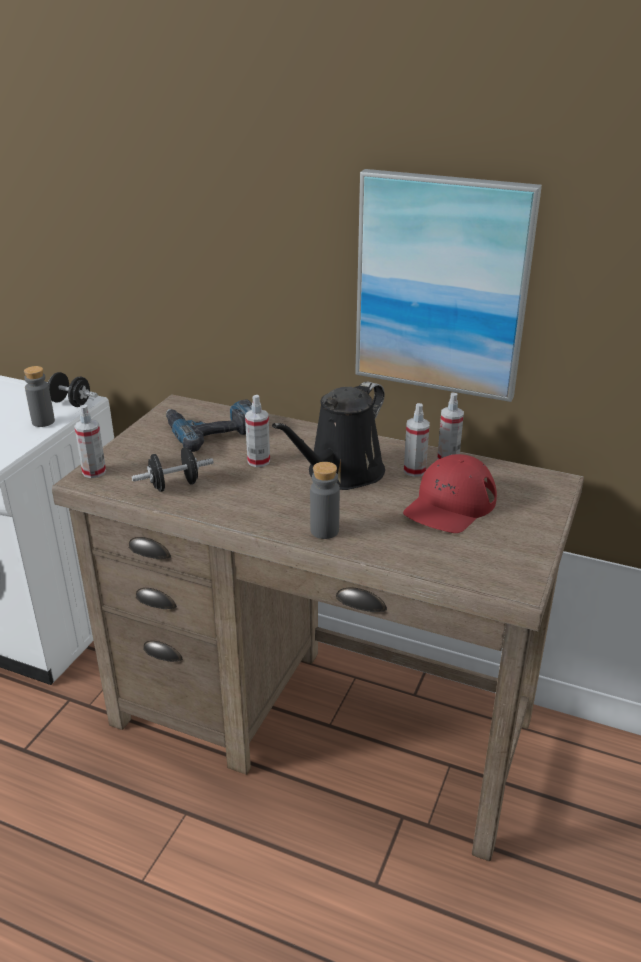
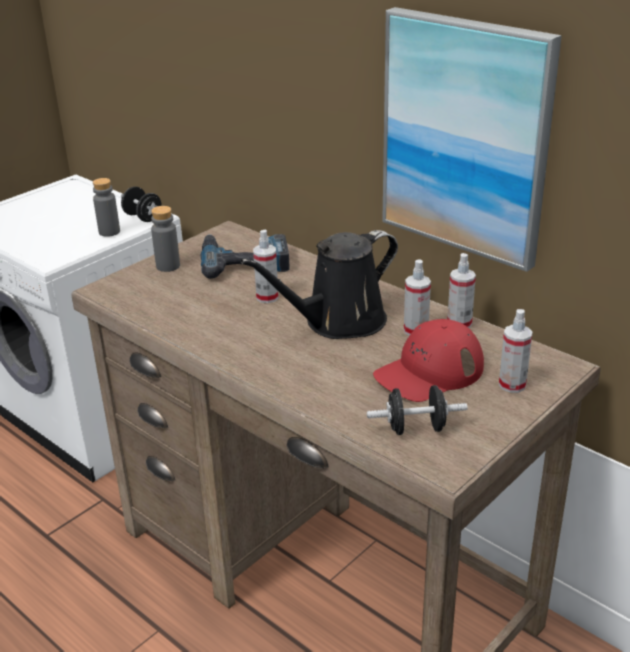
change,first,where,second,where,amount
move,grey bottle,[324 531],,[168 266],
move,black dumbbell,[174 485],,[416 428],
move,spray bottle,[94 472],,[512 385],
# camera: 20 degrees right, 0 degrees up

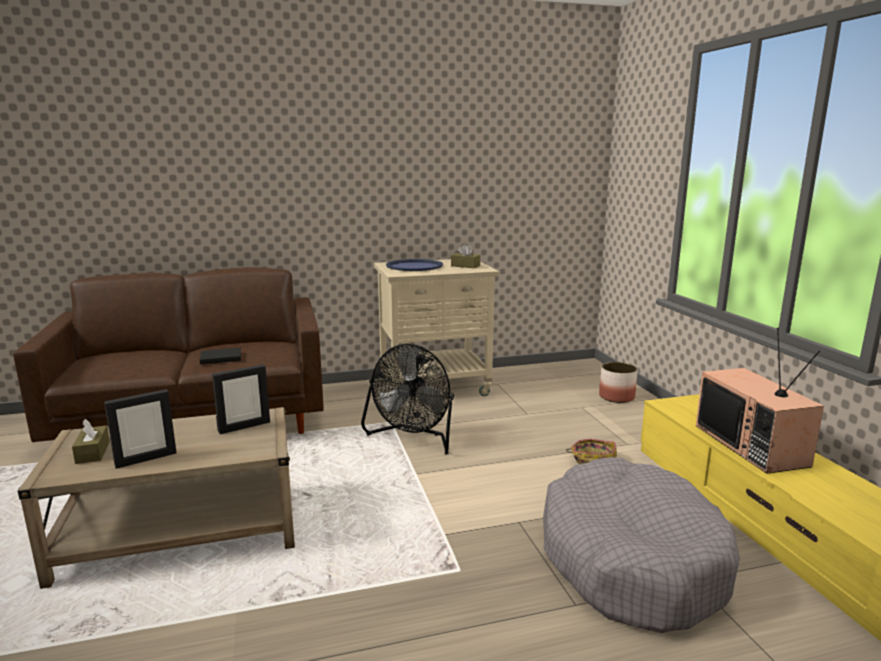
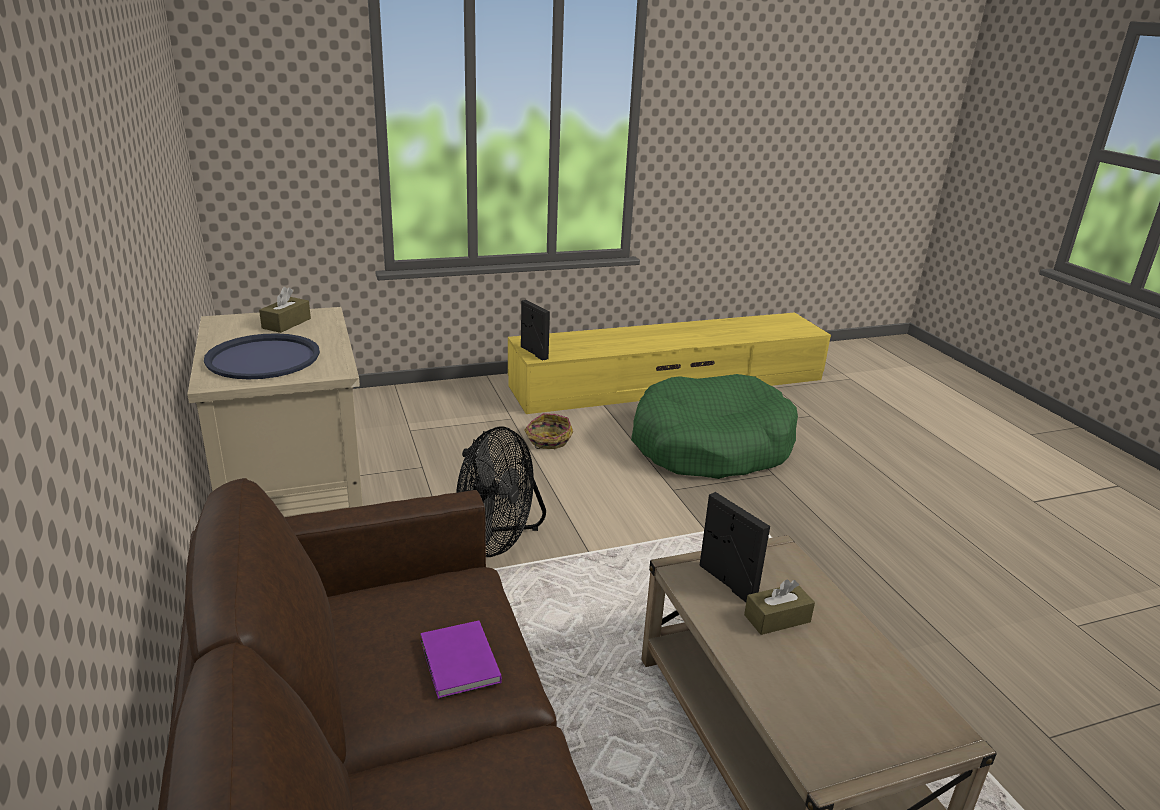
change,first,where,second,where,amount
recolor,black book,[220 358],purple book,[459 663],
move,picture frame,[146 459],,[533 353],
recolor,grey dog bed,[630 560],green dog bed,[710 446],
move,brown tissue box,[93 452],,[777 618],
delete,planter,[616 397],,,
delete,television,[753 445],,,
# camera: 95 degrees left, 10 degrees up

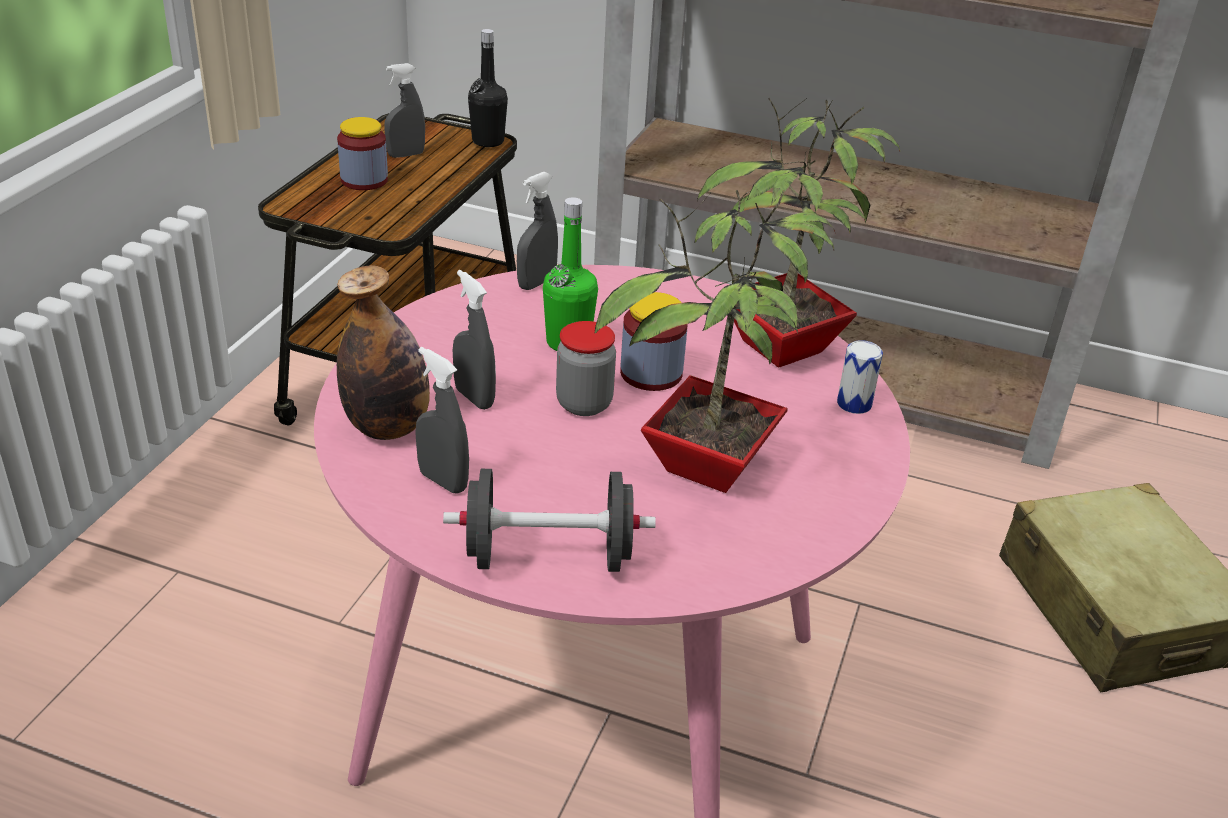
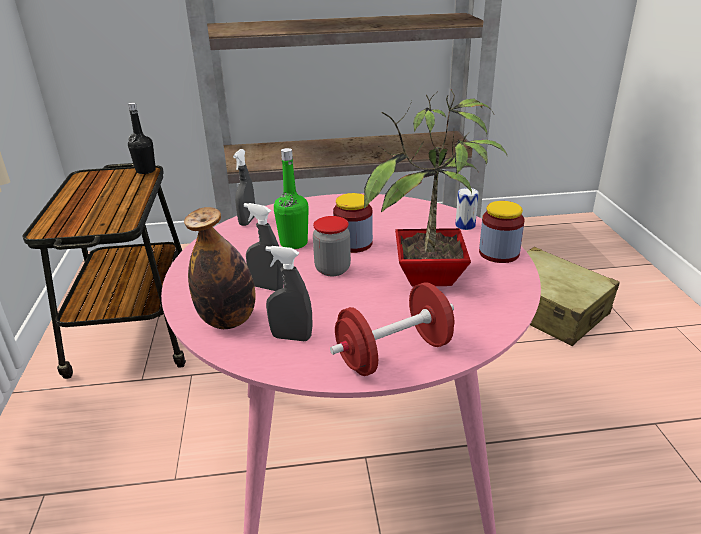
change,first,where,second,where,amount
recolor,black dumbbell,[548 557],red dumbbell,[394 354],
move,jar,[364 180],,[499 253],
delete,grey spray bottle,[406 155],,,
delete,potted plant,[777 349],,,
# camera: 25 degrees left, 5 degrees down

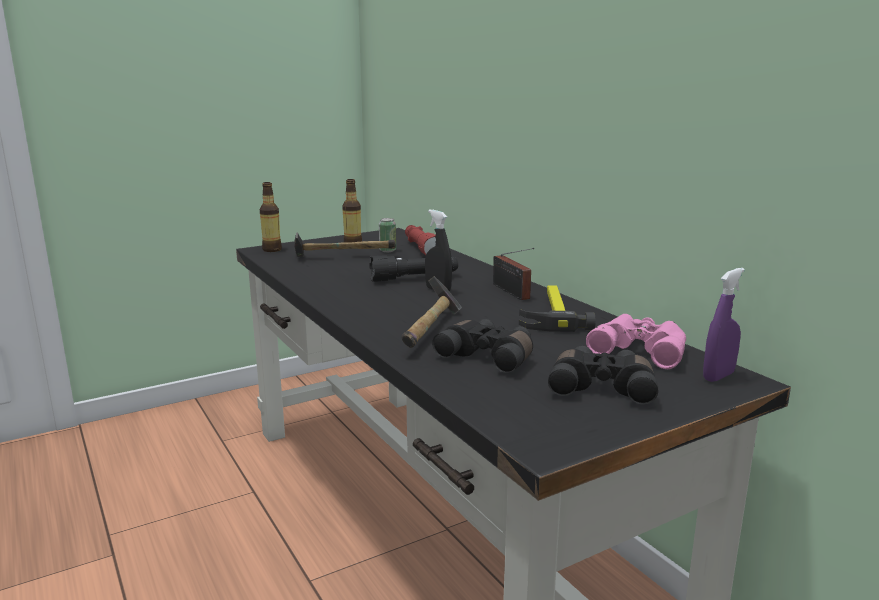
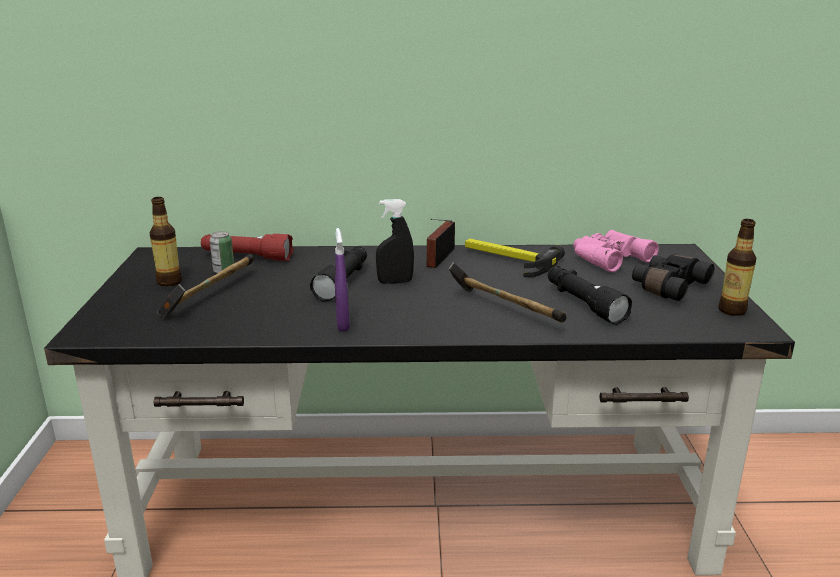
change,first,where,second,where,amount
move,purple spray bottle,[718 376],,[342 324],
rotate,radio,[512 292],,[439 258],105 degrees clockwise
replace,black binoculars,[489 356],black flashlight,[583 304],
move,bottle,[272 250],,[732 310],
# camera: 60 degrees left, 5 degrees up

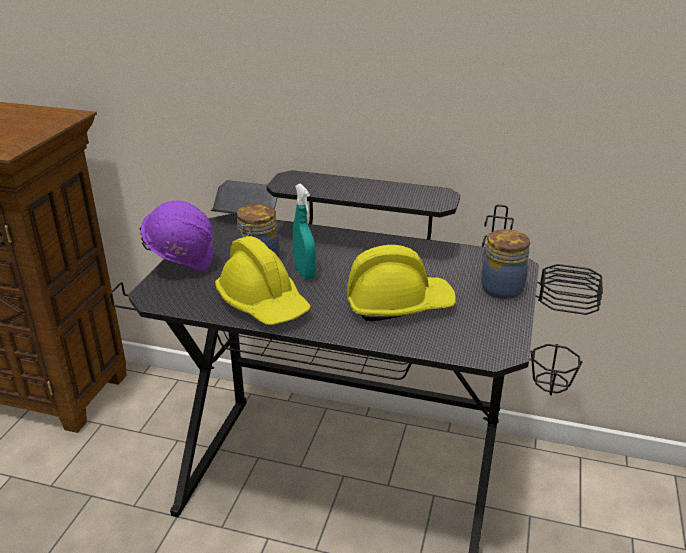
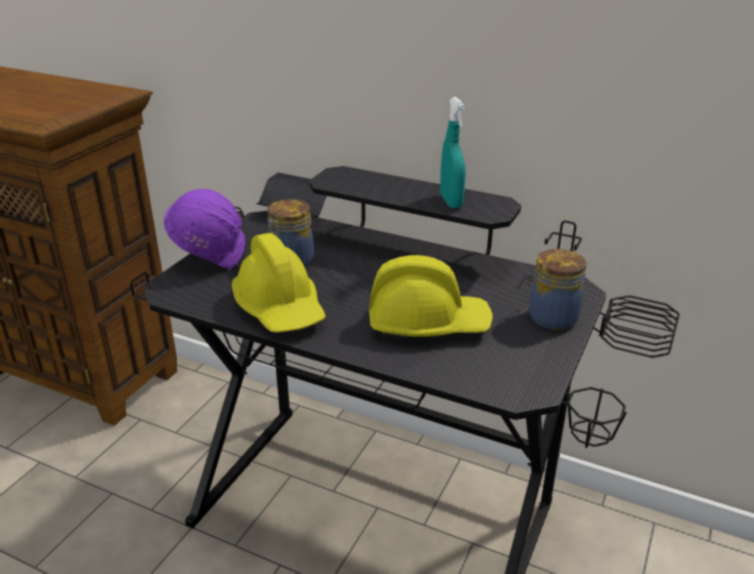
change,first,where,second,where,amount
move,turquoise spray bottle,[304 273],,[451 202],
# camera: 10 degrees right, 0 degrees up

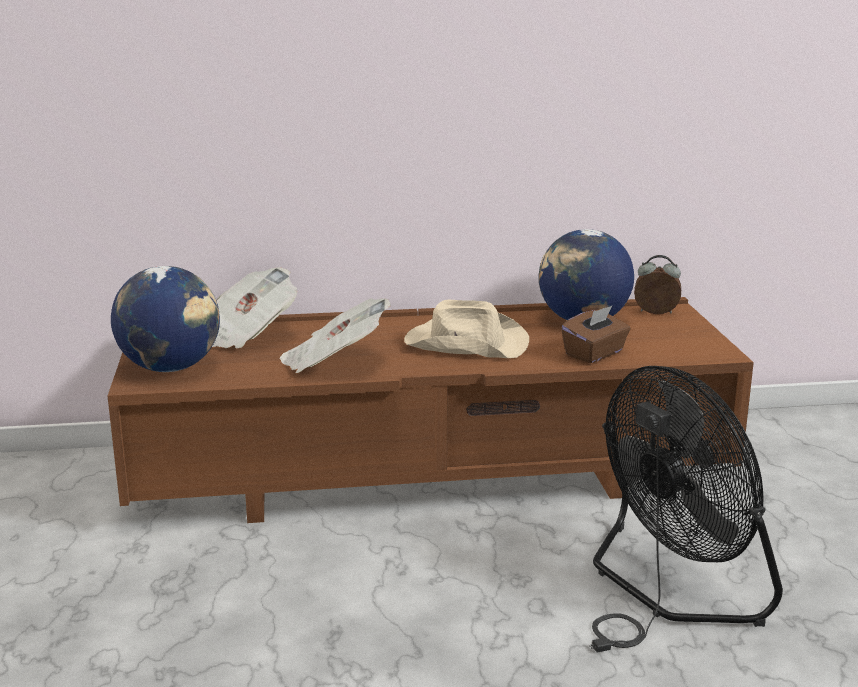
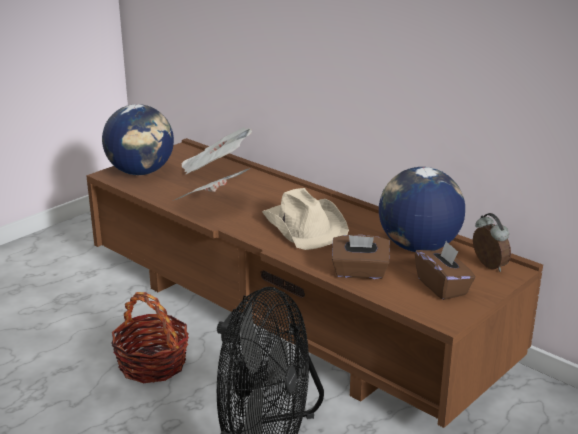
change,first,where,second,where,amount
insert,,,basket,[152 364],
insert,,,brown tissue box,[442 287],
# camera: 50 degrees right, 5 degrees up

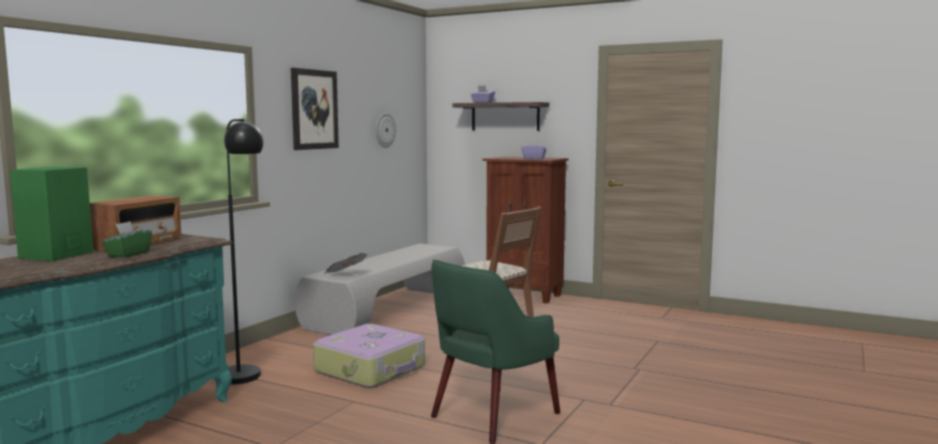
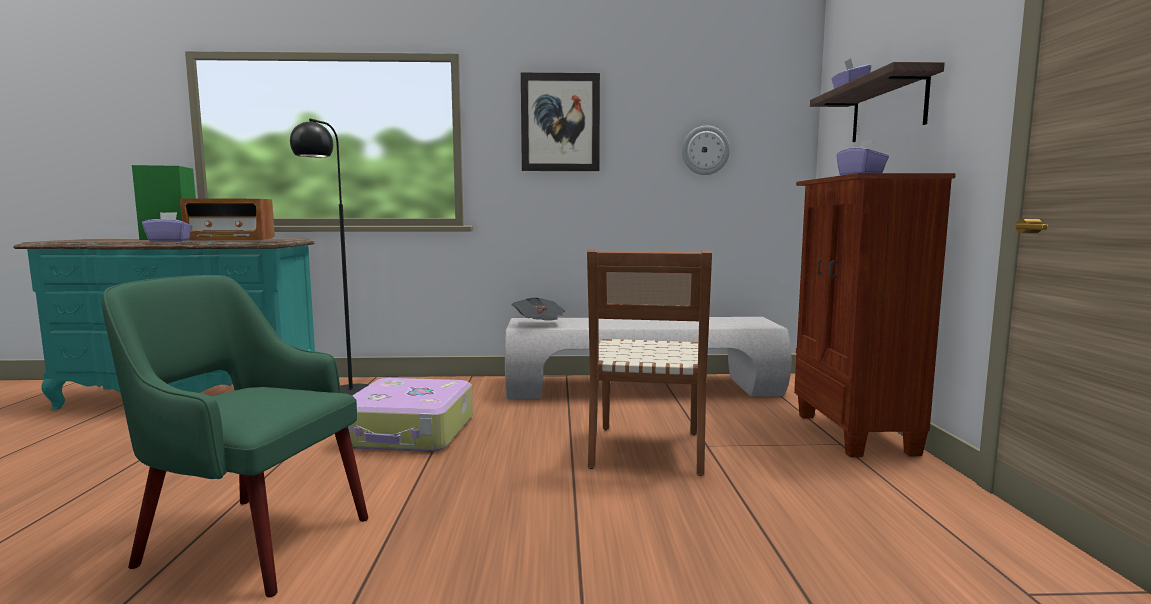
change,first,where,second,where,amount
recolor,green tissue box,[128 254],purple tissue box,[169 241],
# camera: 60 degrees right, 0 degrees up

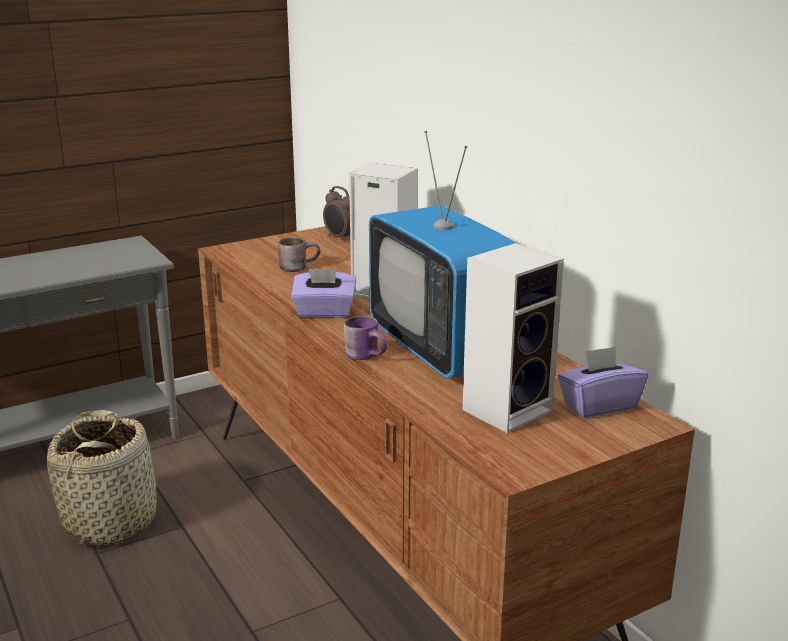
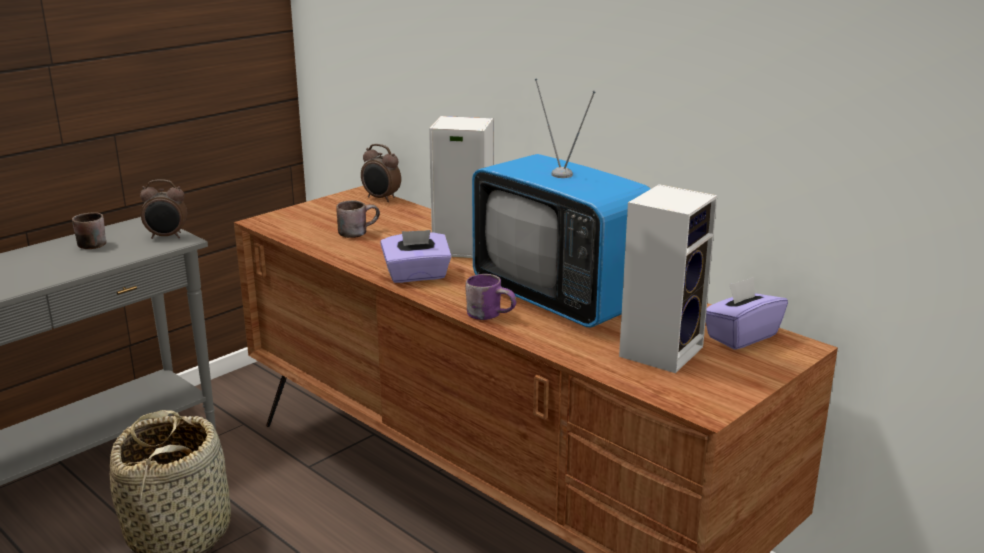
change,first,where,second,where,amount
insert,,,brown mug,[89 243],
insert,,,alarm clock,[167 237],
# camera: 15 degrees left, 0 degrees up

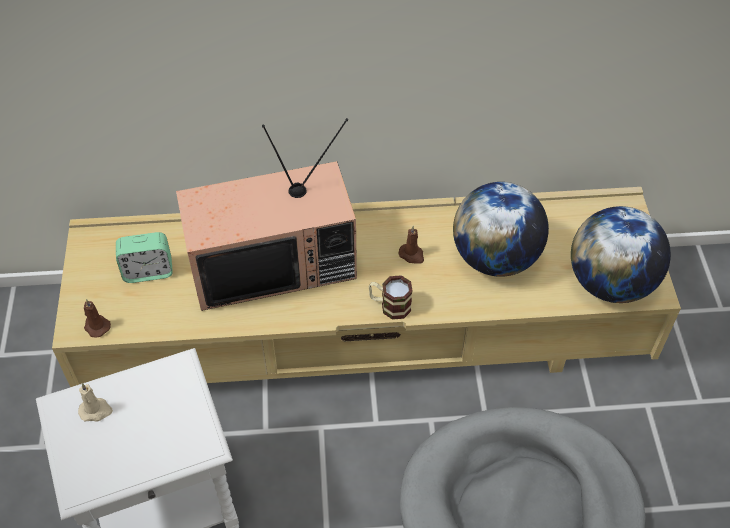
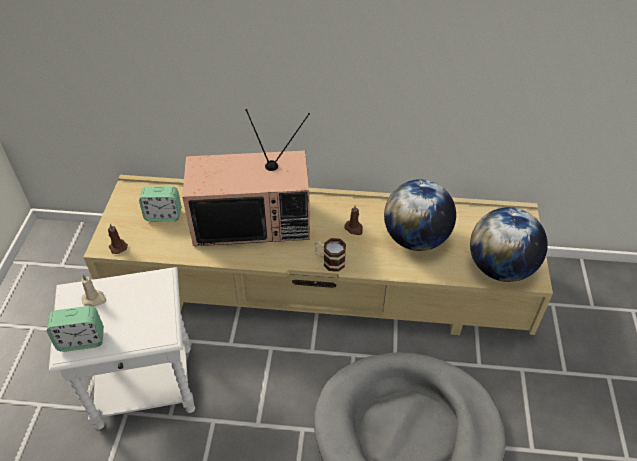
change,first,where,second,where,amount
insert,,,alarm clock,[82 340],
# camera: 10 degrees right, 5 degrees down

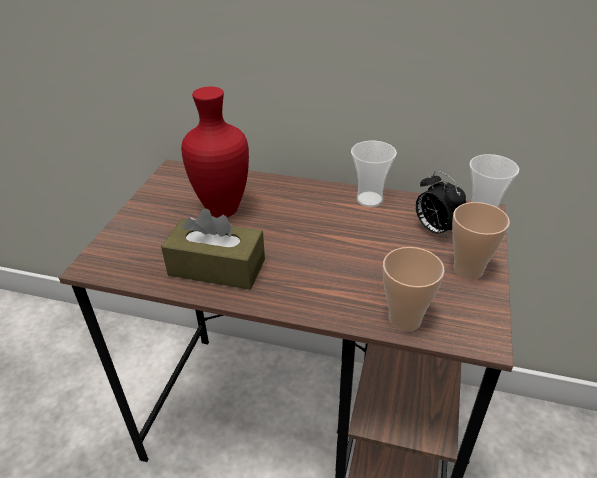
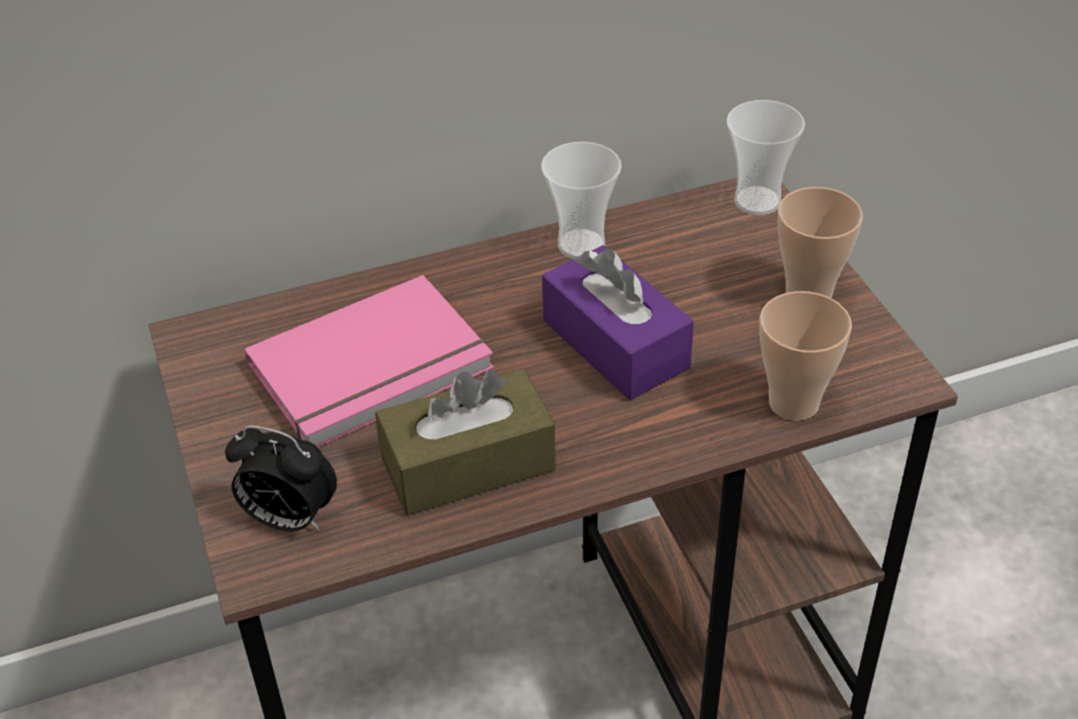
change,first,where,second,where,amount
move,alarm clock,[435 230],,[288 519],
replace,red vase,[224 211],pink book,[374 370],
insert,,,purple tissue box,[615 344],
# camera: 35 degrees left, 5 degrees up

